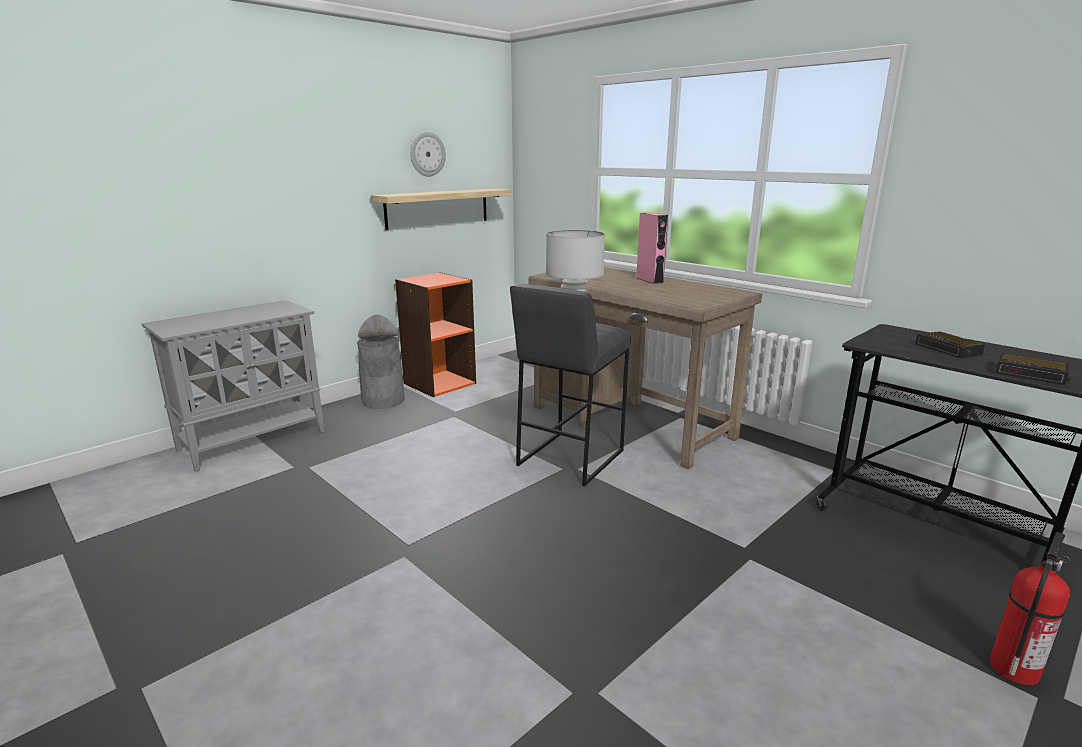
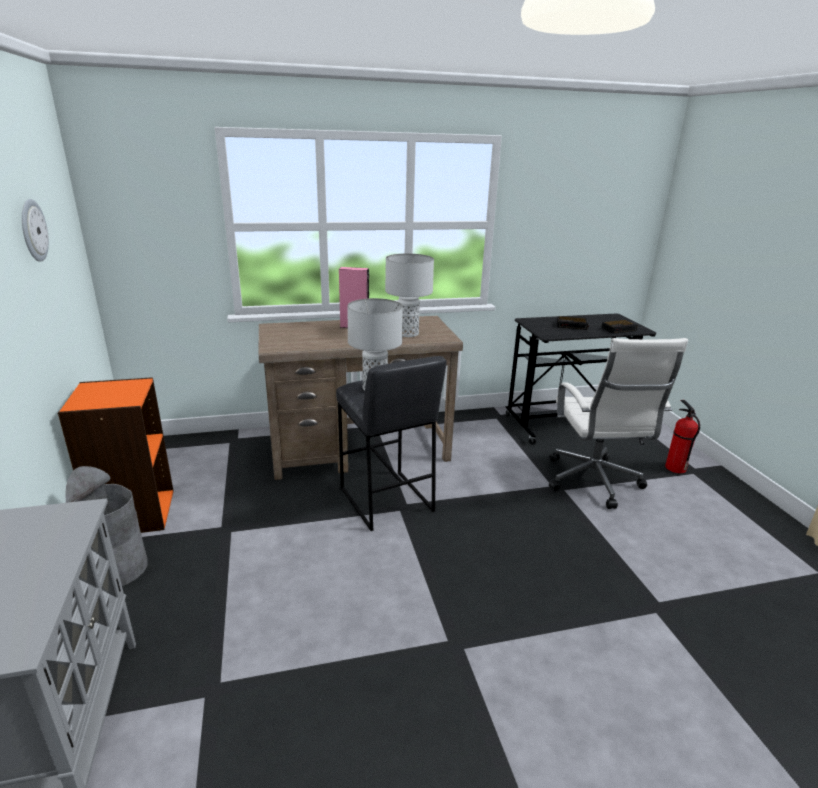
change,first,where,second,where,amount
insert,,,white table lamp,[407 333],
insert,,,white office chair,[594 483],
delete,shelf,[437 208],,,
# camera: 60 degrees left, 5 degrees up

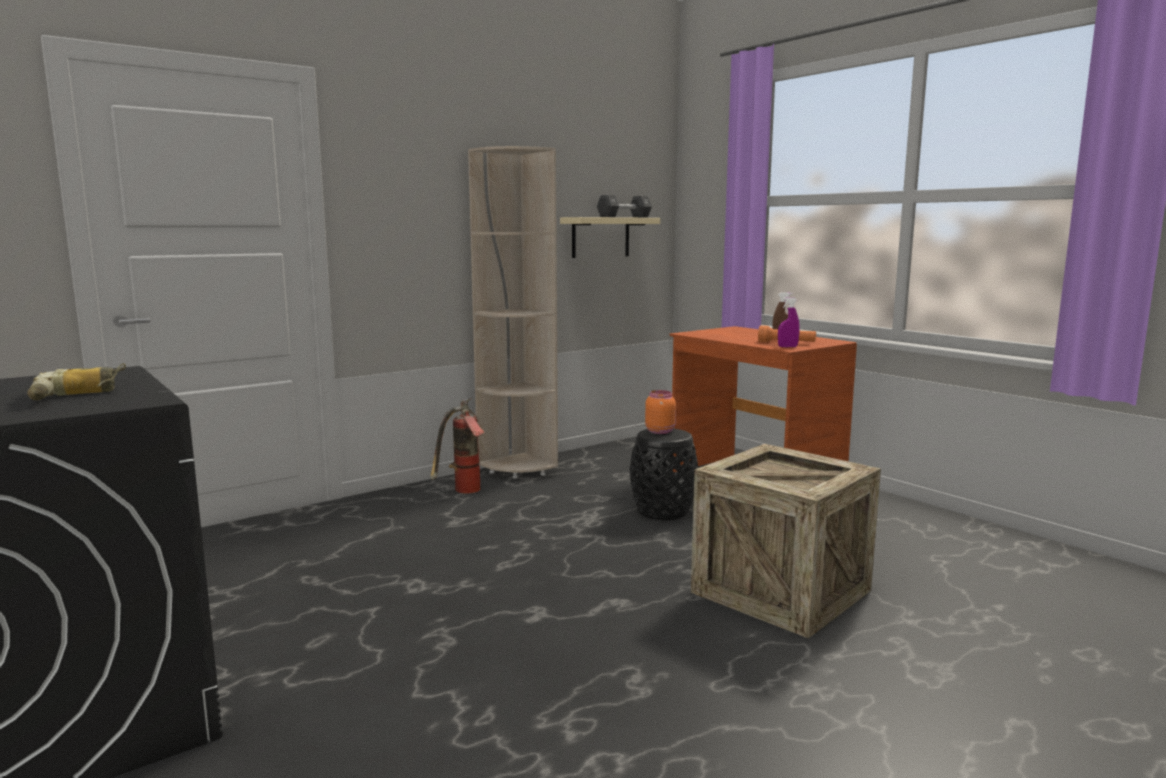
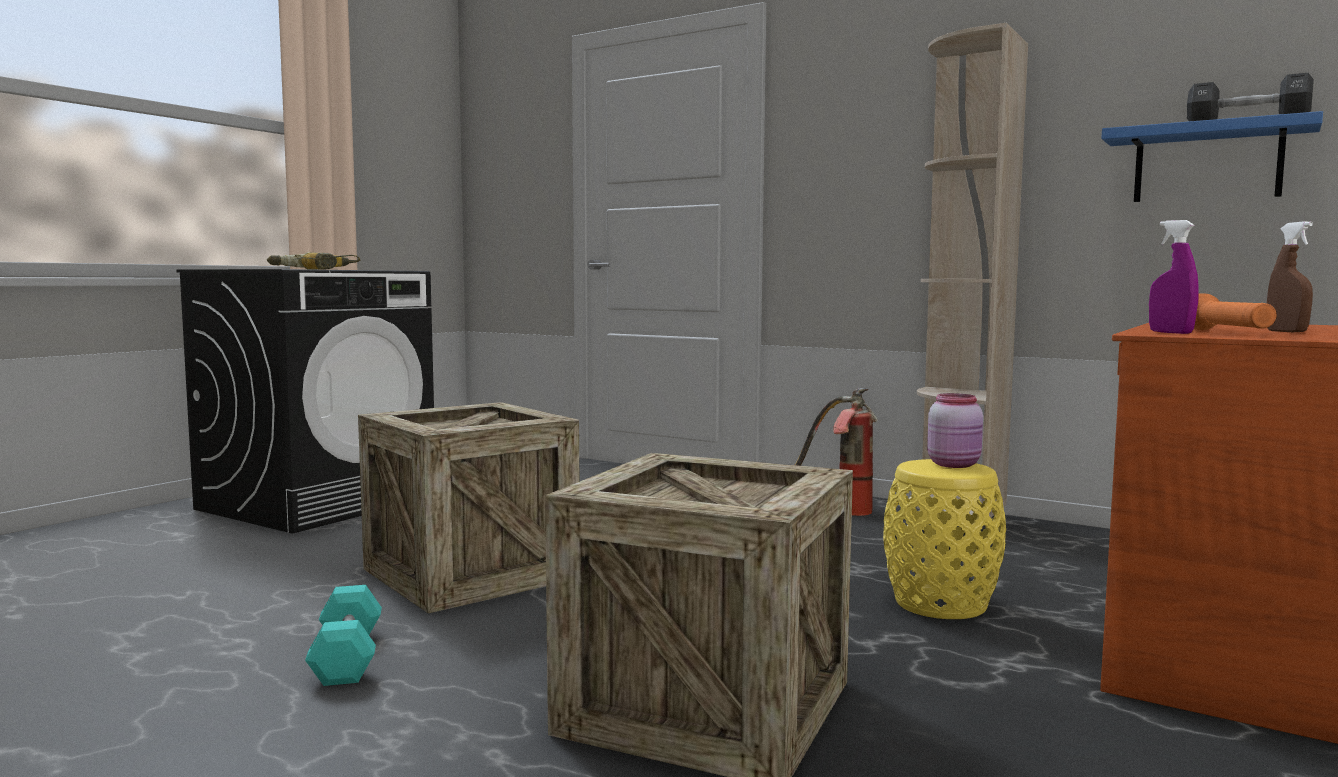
change,first,where,second,where,amount
insert,,,turquoise dumbbell,[347 657],
insert,,,crate,[470 573],
recolor,black stool,[662 511],yellow stool,[940 604],
recolor,orange jar,[660 431],pink jar,[955 464],
recolor,beige shelf,[600 237],blue shelf,[1207 164],
# camera: 70 degrees right, 5 degrees down

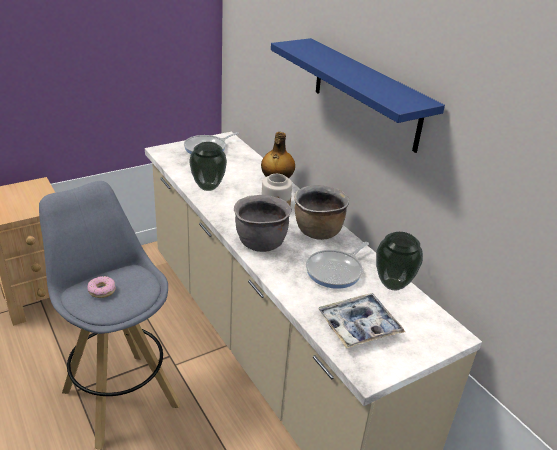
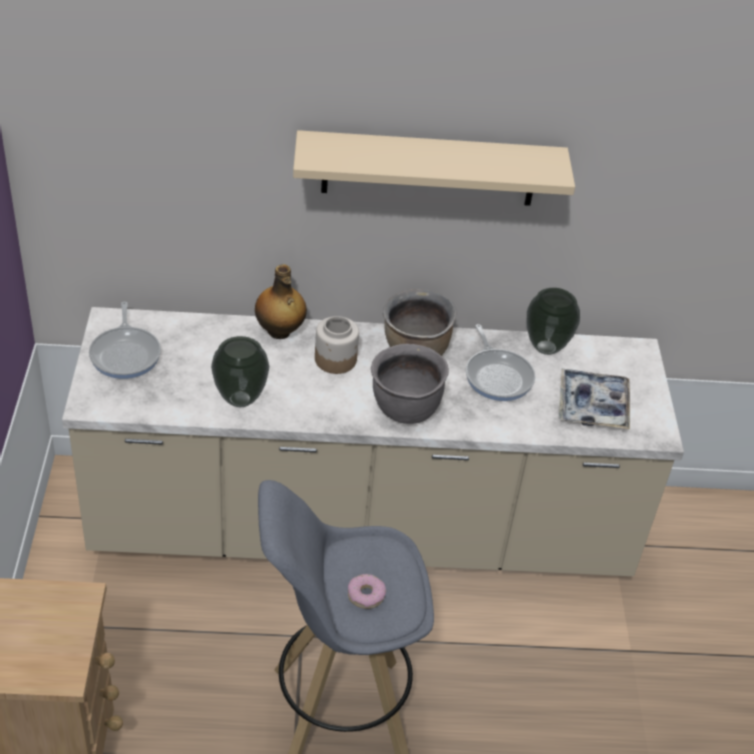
change,first,where,second,where,amount
recolor,blue shelf,[366 94],beige shelf,[429 168],
# camera: 60 degrees left, 10 degrees up

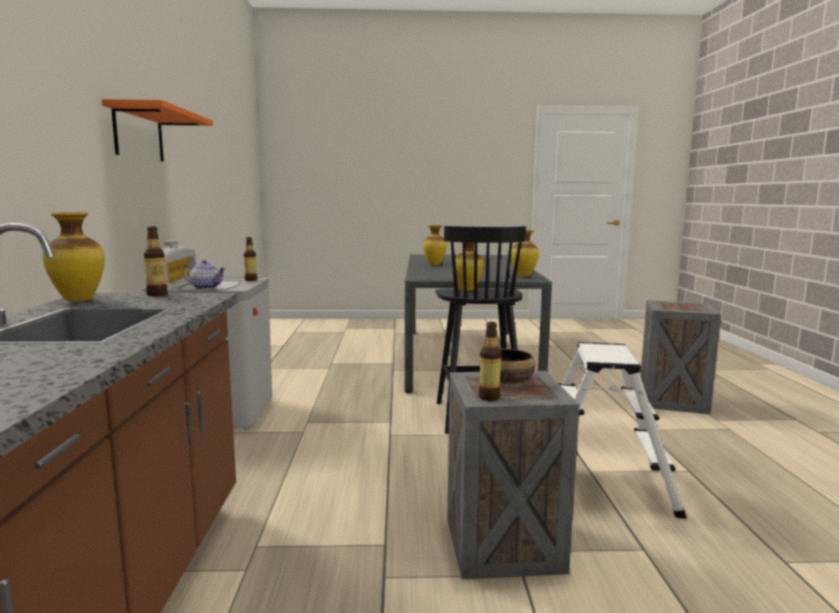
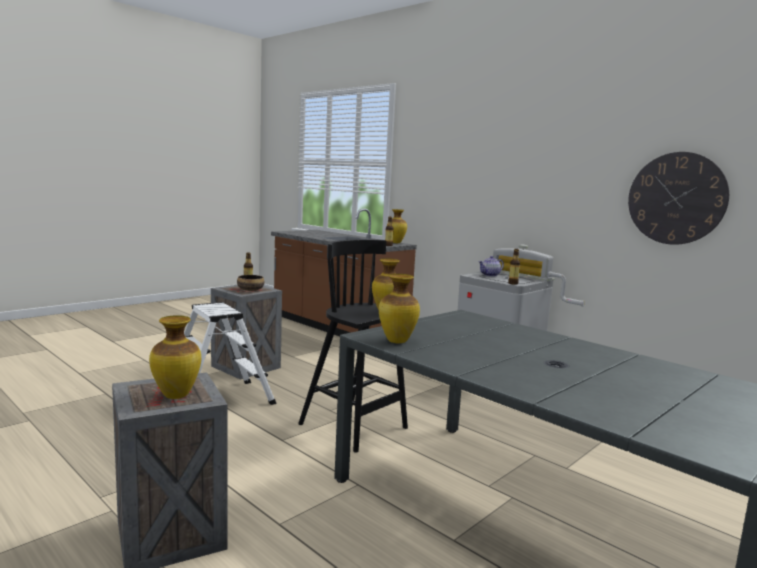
change,first,where,second,where,amount
move,vase,[434 264],,[176 395],
insert,,,wall clock,[676 198],
delete,orange shelf,[139 134],,,
# camera: 135 degrees right, 0 degrees up

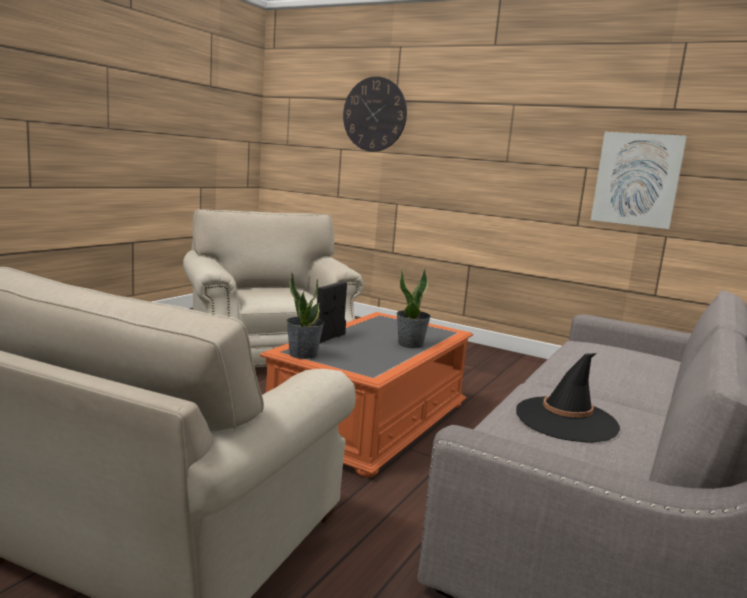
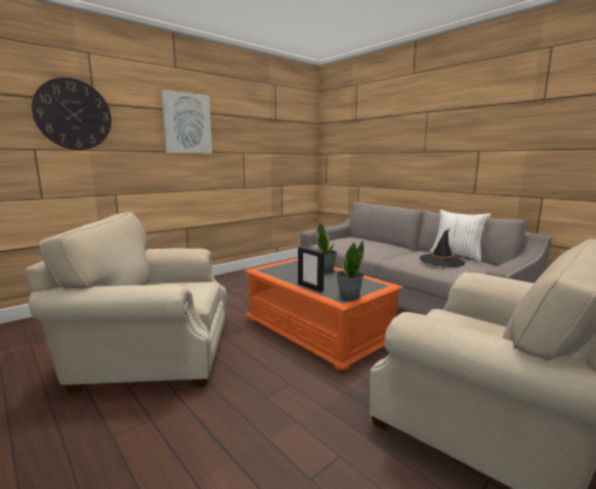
change,first,where,second,where,amount
move,picture,[637 179],,[187 123],
insert,,,white pillow,[456 255],
# camera: 70 degrees left, 0 degrees up

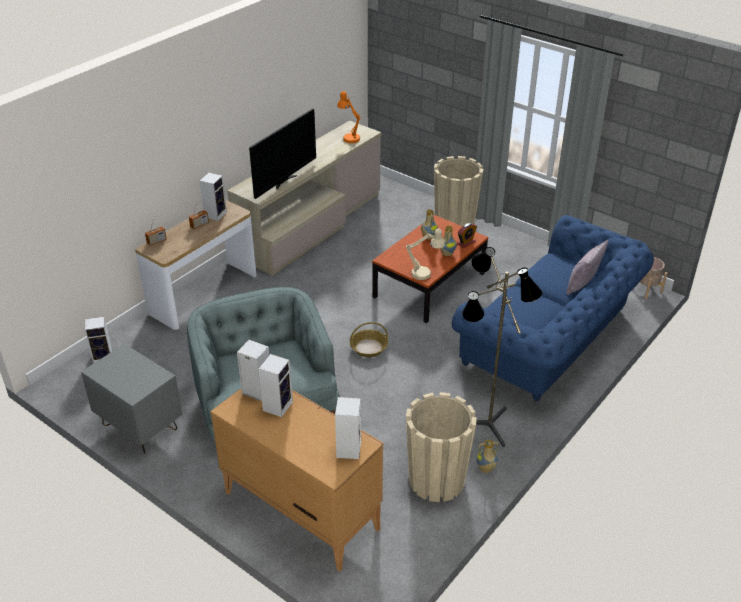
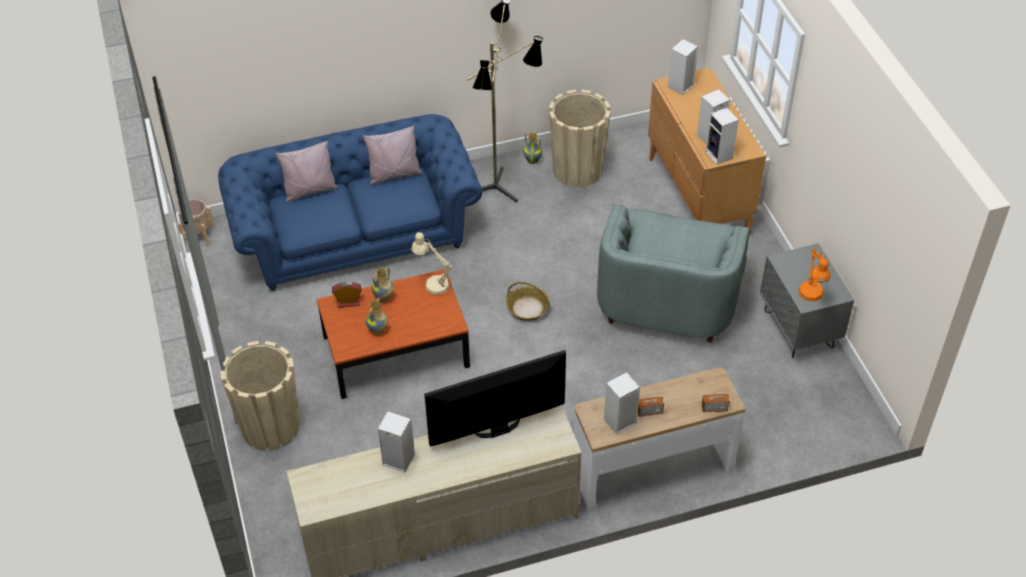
change,first,where,second,where,amount
insert,,,purple pillow,[394 175],
move,speaker,[104 357],,[397 460],
move,orange table lamp,[349 137],,[811 296],
# camera: 145 degrees left, 10 degrees up

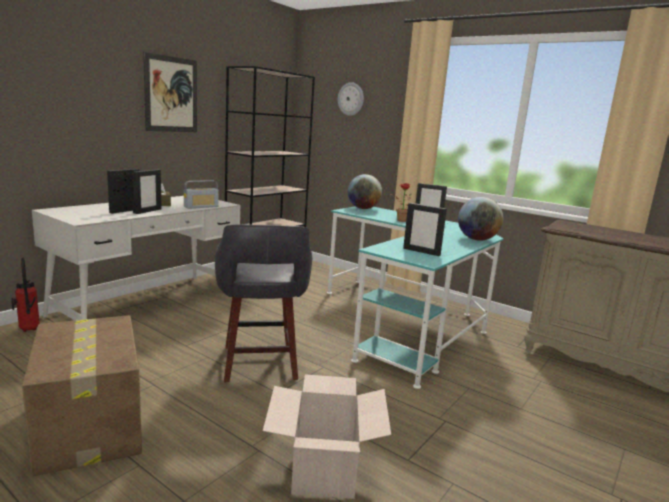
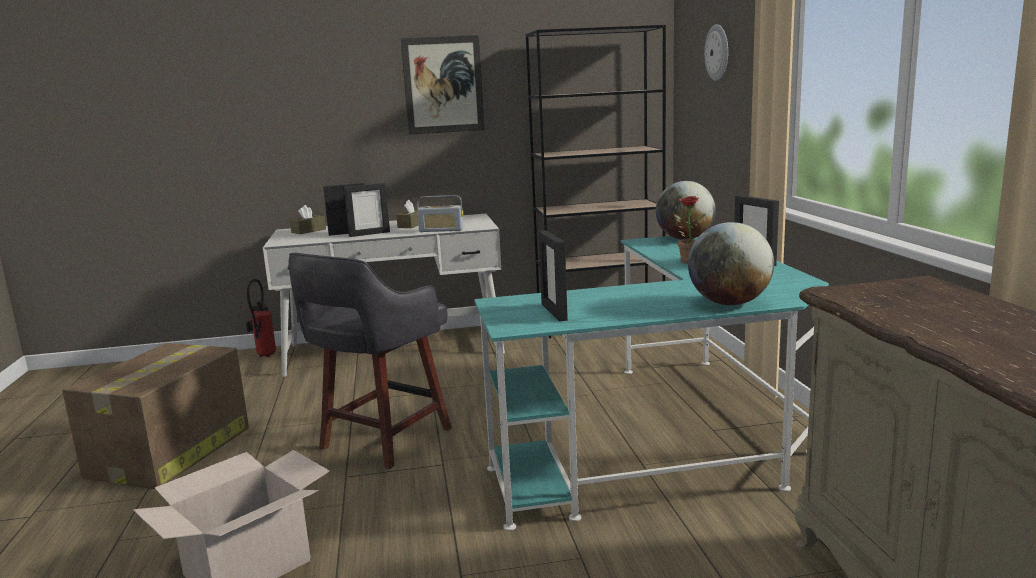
change,first,where,second,where,amount
insert,,,brown tissue box,[308 231],
# camera: 45 degrees right, 0 degrees up

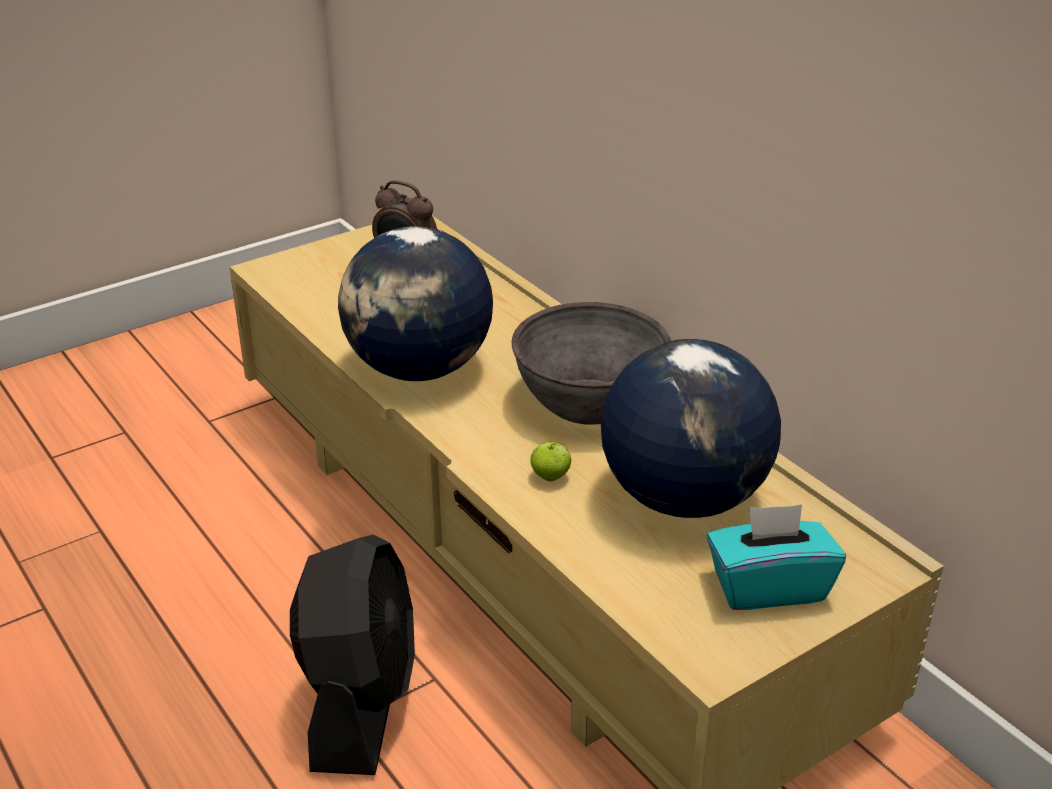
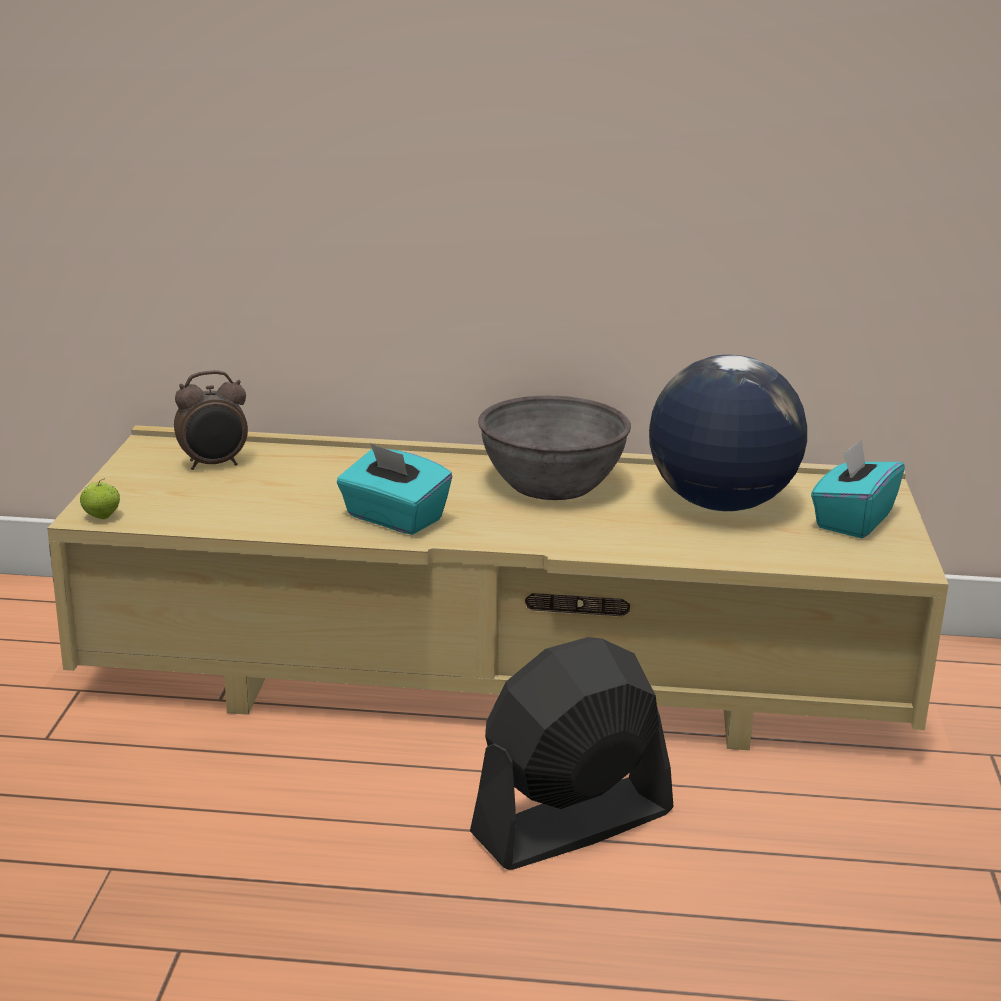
change,first,where,second,where,amount
move,apple,[550 477],,[101 517],
replace,globe,[420 369],turquoise tissue box,[393 519],
rotate,black fan,[360 701],,[571 823],75 degrees counterclockwise
# camera: 50 degrees left, 10 degrees down

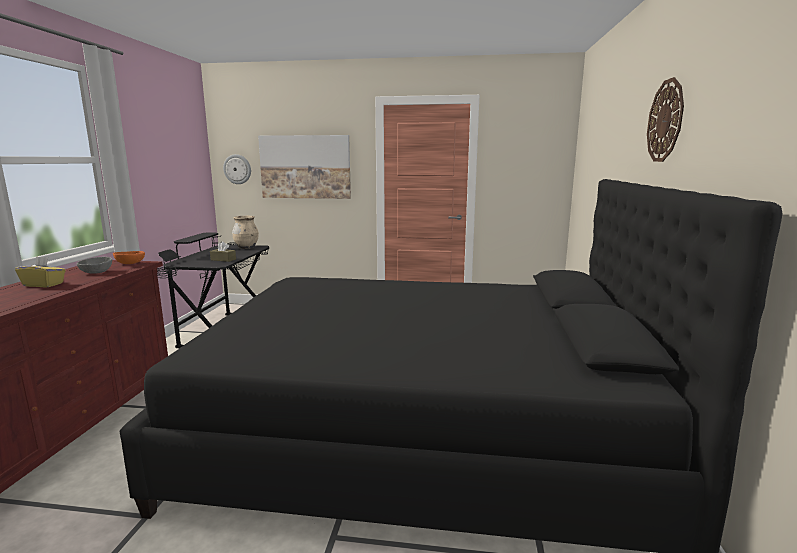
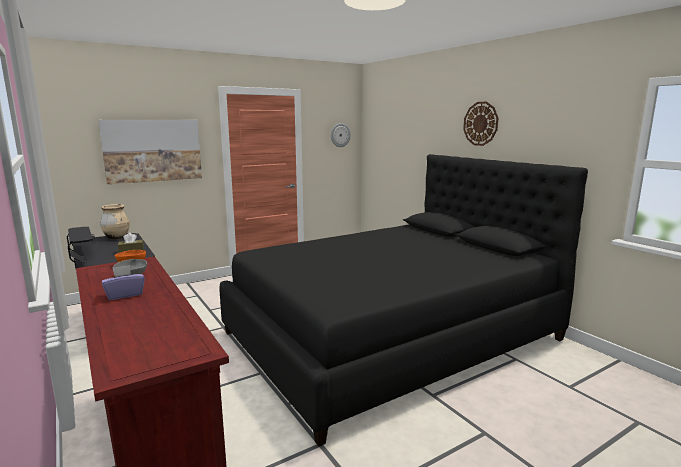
change,first,where,second,where,amount
recolor,yellow tissue box,[44 284],purple tissue box,[125 294],
move,wall clock,[237 169],,[340 135],
# camera: 40 degrees left, 0 degrees up

